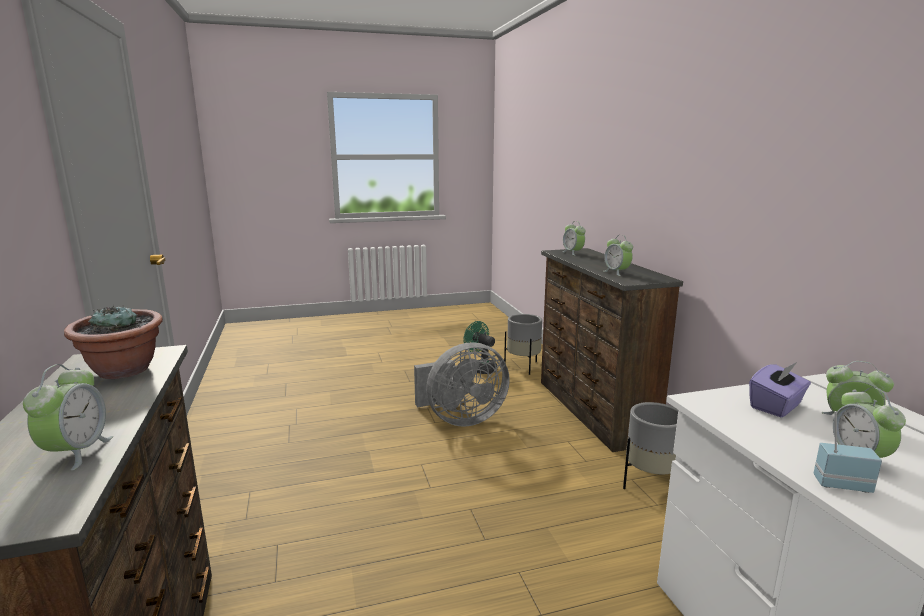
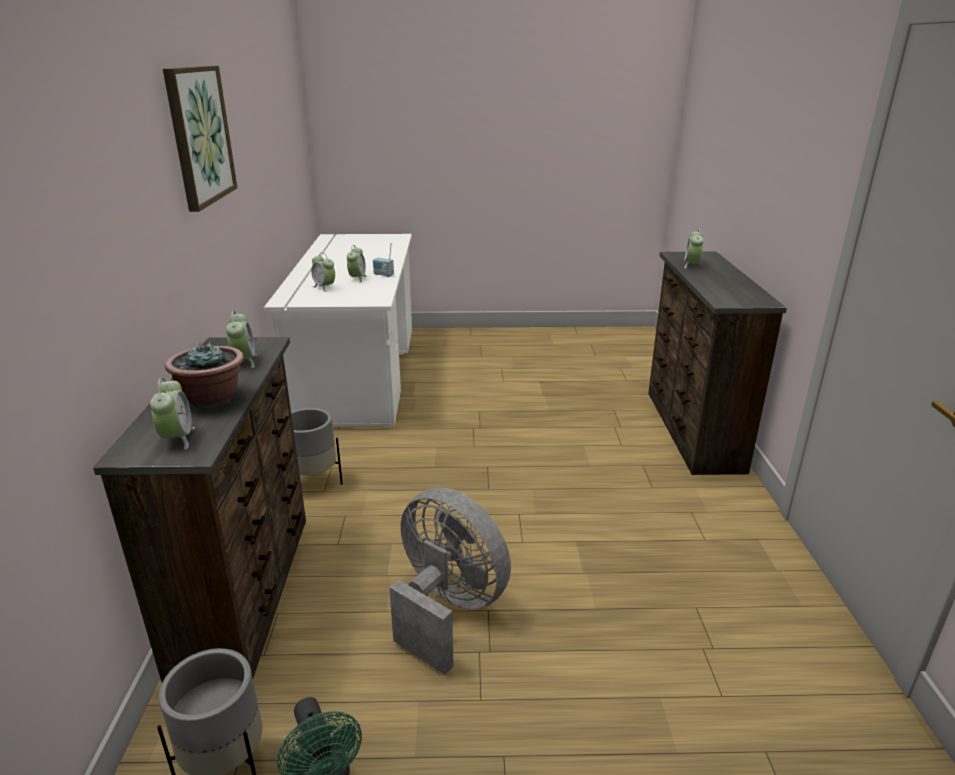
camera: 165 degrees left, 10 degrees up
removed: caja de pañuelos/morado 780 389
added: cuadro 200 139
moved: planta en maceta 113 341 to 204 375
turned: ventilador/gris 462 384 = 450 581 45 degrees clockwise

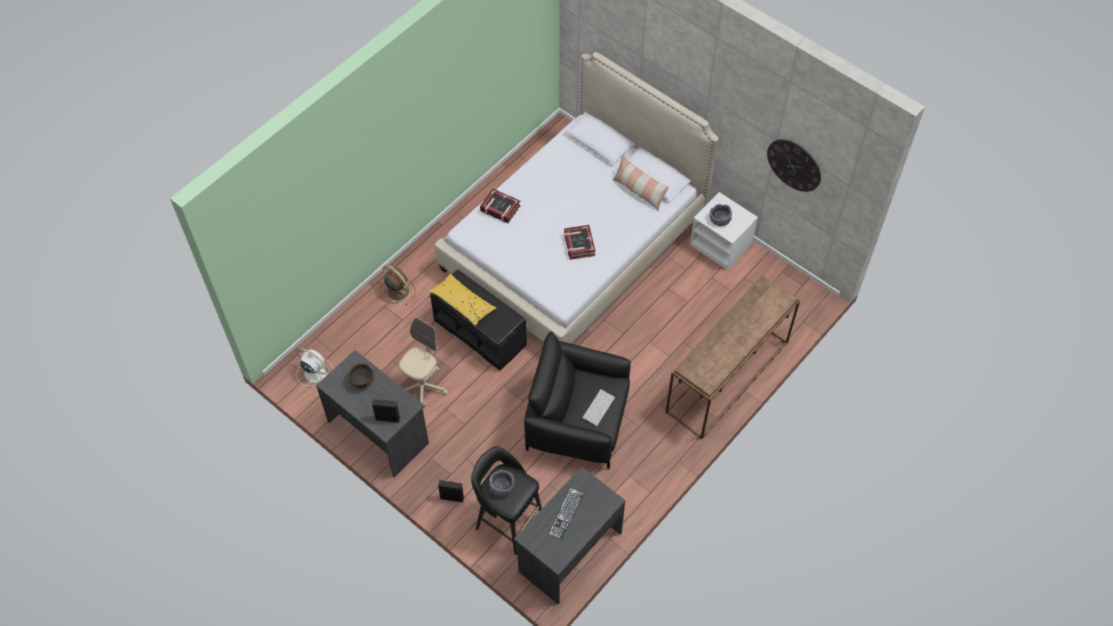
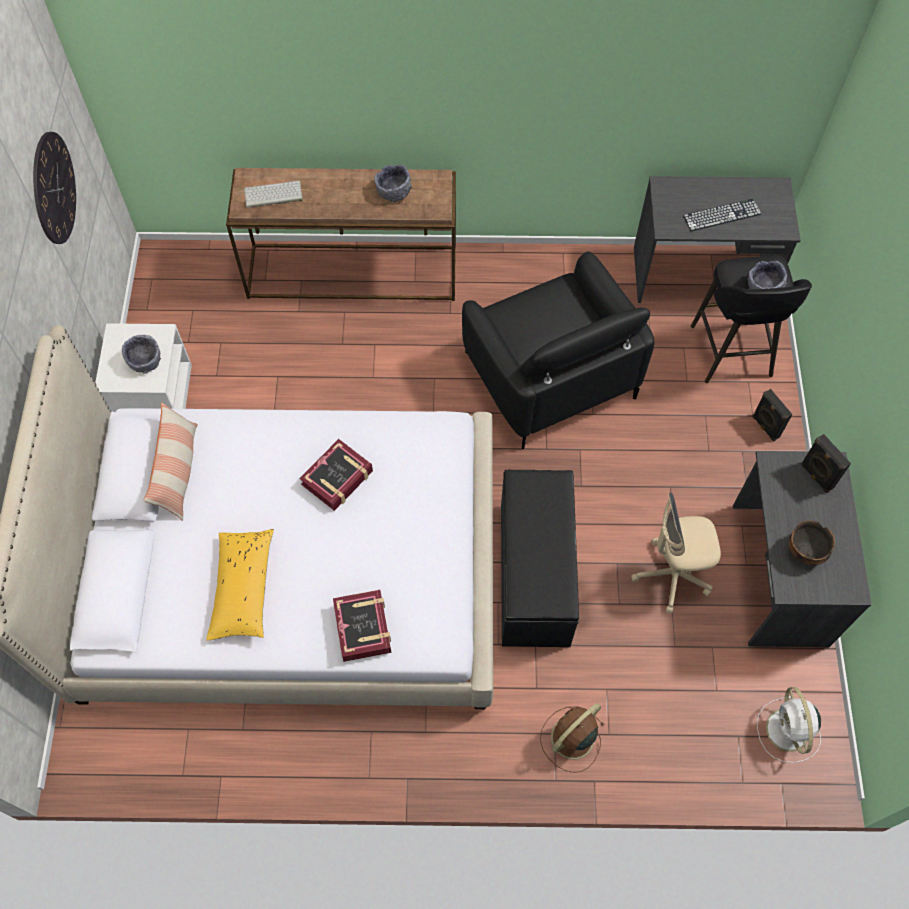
camera: 130 degrees left, 5 degrees up
added: cuenco/gris 393 183
moved: cojín/amarillo 462 299 to 240 585; teclado 598 407 to 273 194
turned: ventilador/marrón 397 285 = 572 738 45 degrees clockwise

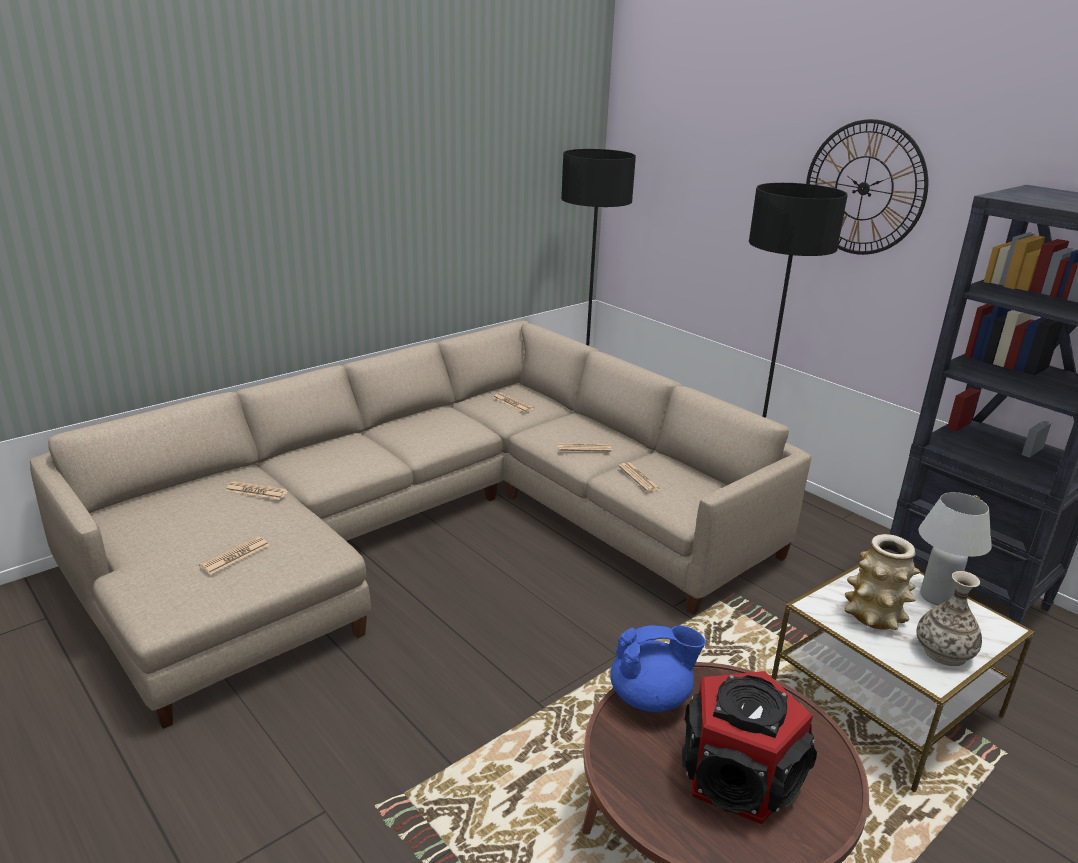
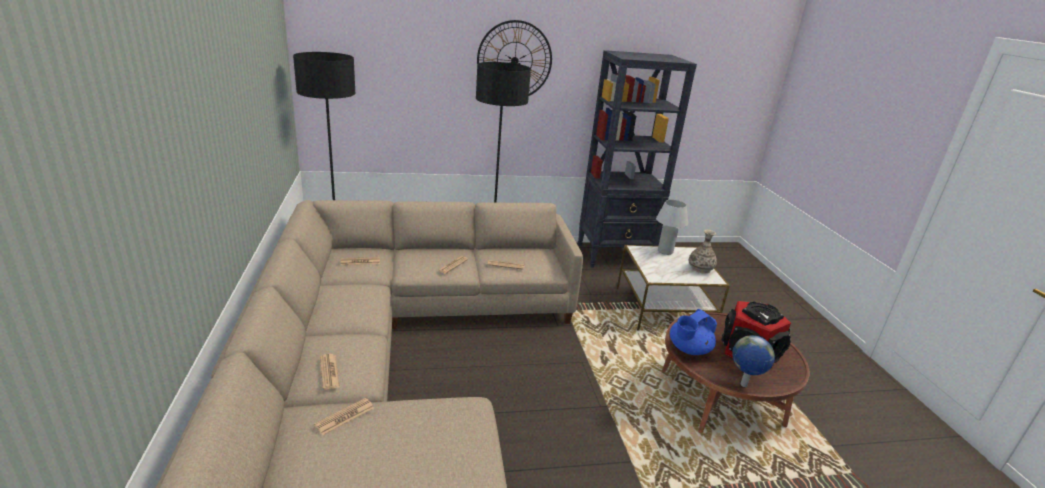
camera: 60 degrees left, 0 degrees up
removed: florero 882 582
added: globo terráqueo 754 361
moved: periódico 234 555 to 330 372
turned: tetera/azul 657 668 = 693 332 150 degrees counterclockwise

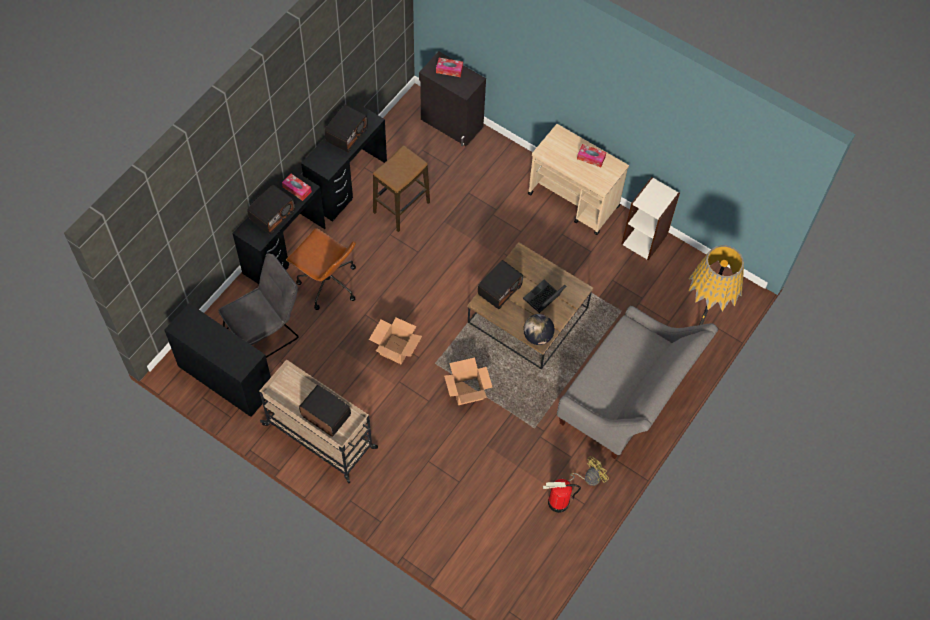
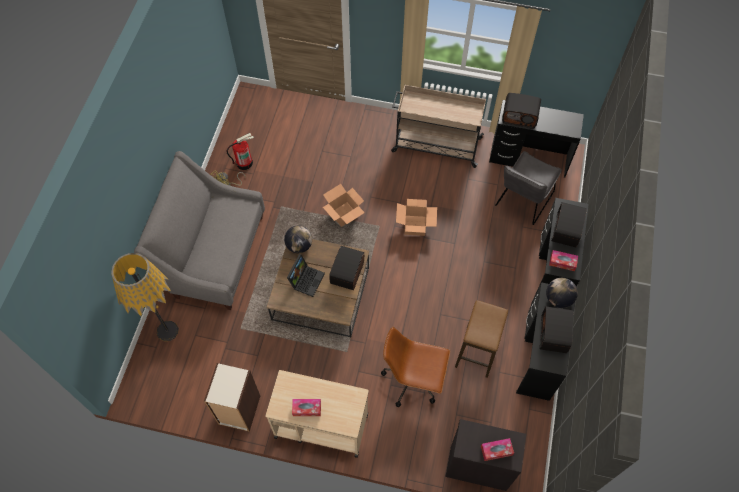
camera: 160 degrees right, 0 degrees up
added: globo terráqueo 562 293
moved: silla de oficina/marrón 321 269 to 415 367; radio 325 411 to 521 111

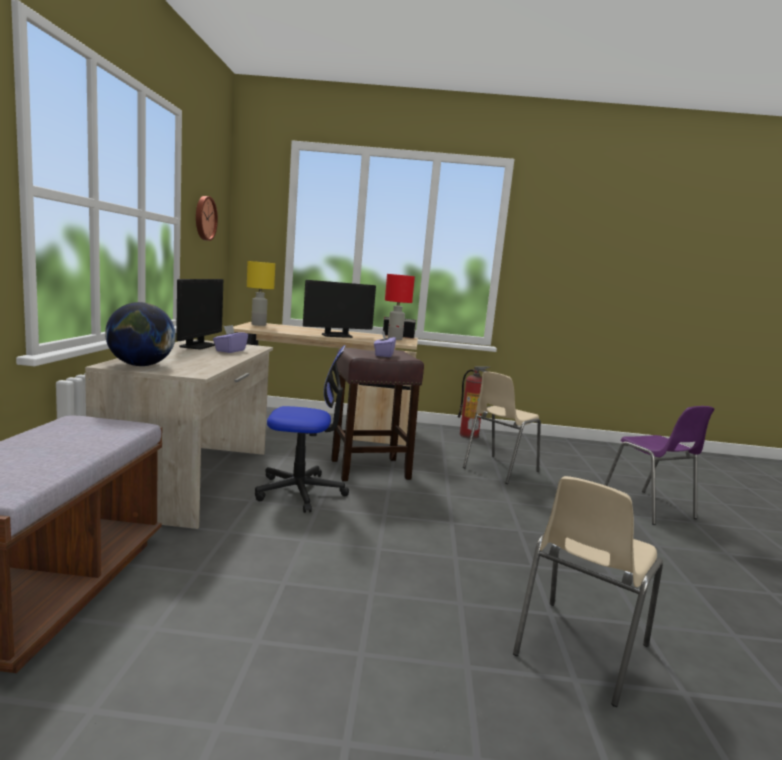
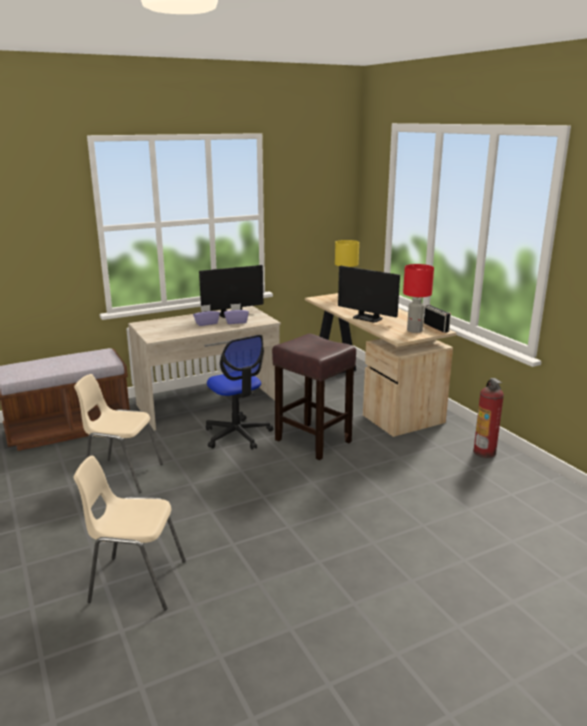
camera: 60 degrees right, 10 degrees up
removed: globo terráqueo 140 334; reloj de pared 207 218; silla/morado 659 465
moved: caja de pañuelos/morado 385 344 to 206 315; silla/beis 502 427 to 118 433

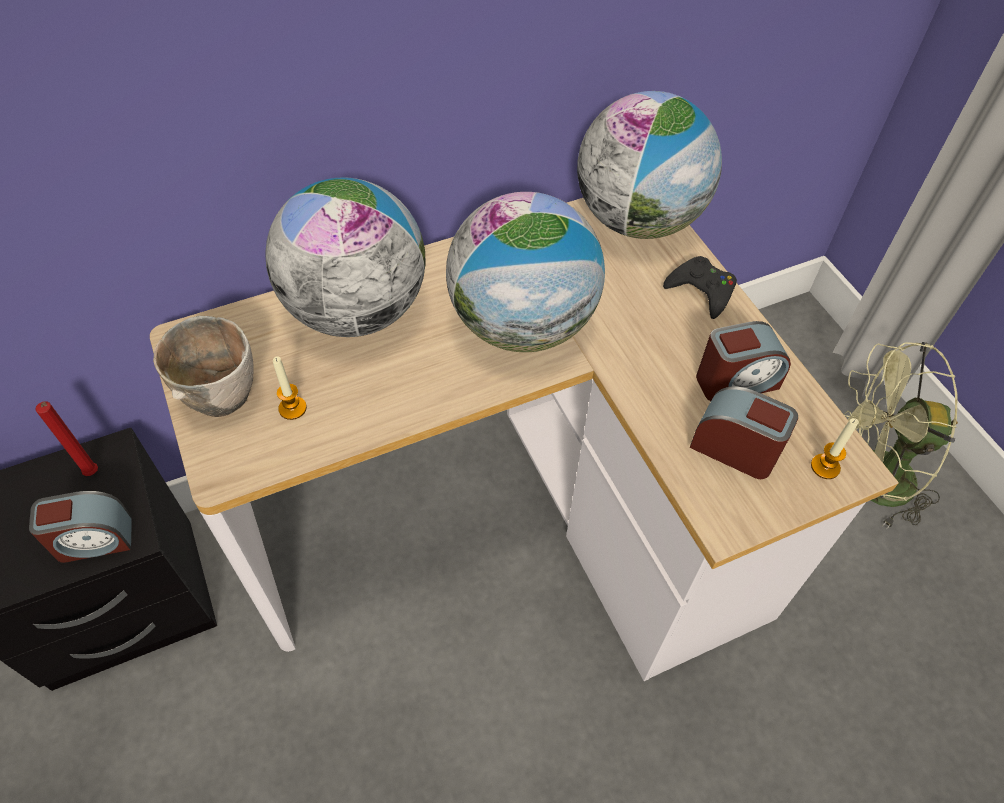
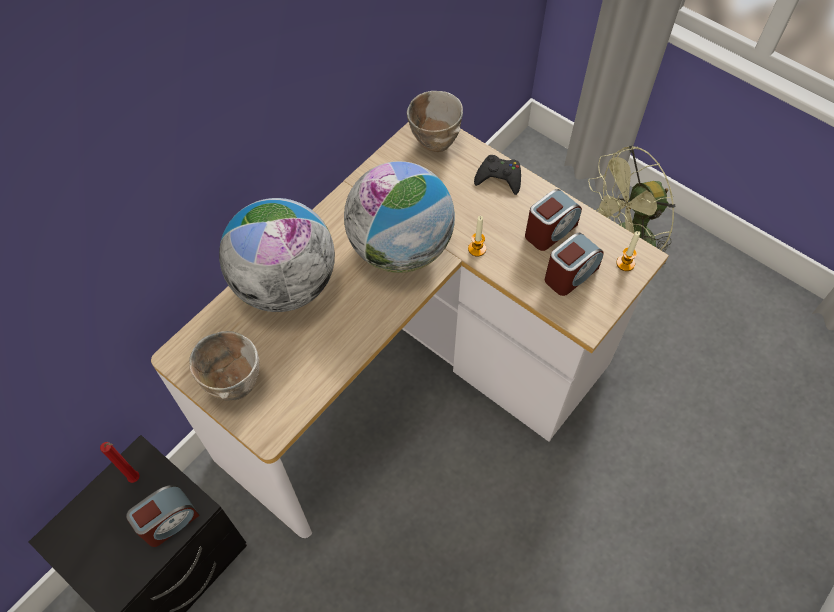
camera: 25 degrees left, 5 degrees up
moved: vela 290 388 to 477 236
replaced: globo terráqueo 649 165 to cuenco 435 121
turned: despertador 744 432 = 574 264 135 degrees clockwise

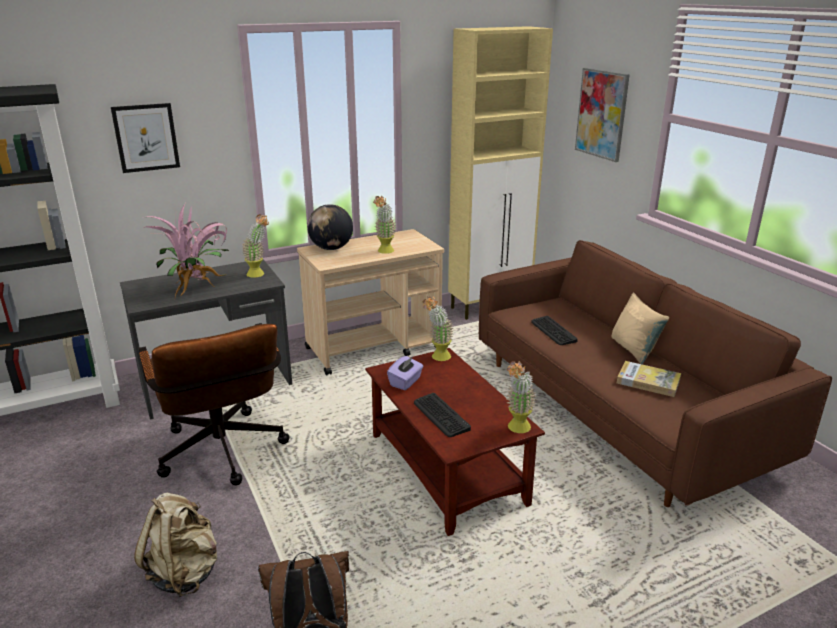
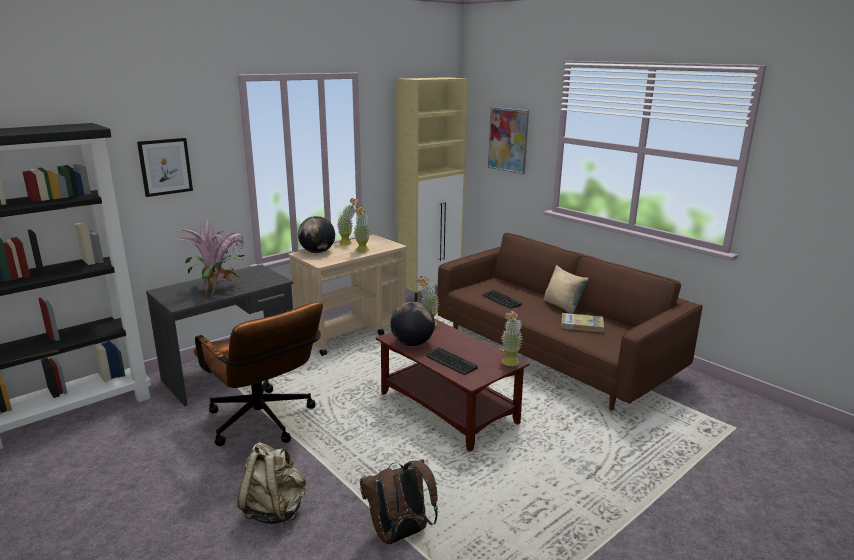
camera: 15 degrees left, 5 degrees down
moved: planta en maceta 255 246 to 348 221
replaced: caja de pañuelos/morado 405 373 to globo terráqueo 412 324

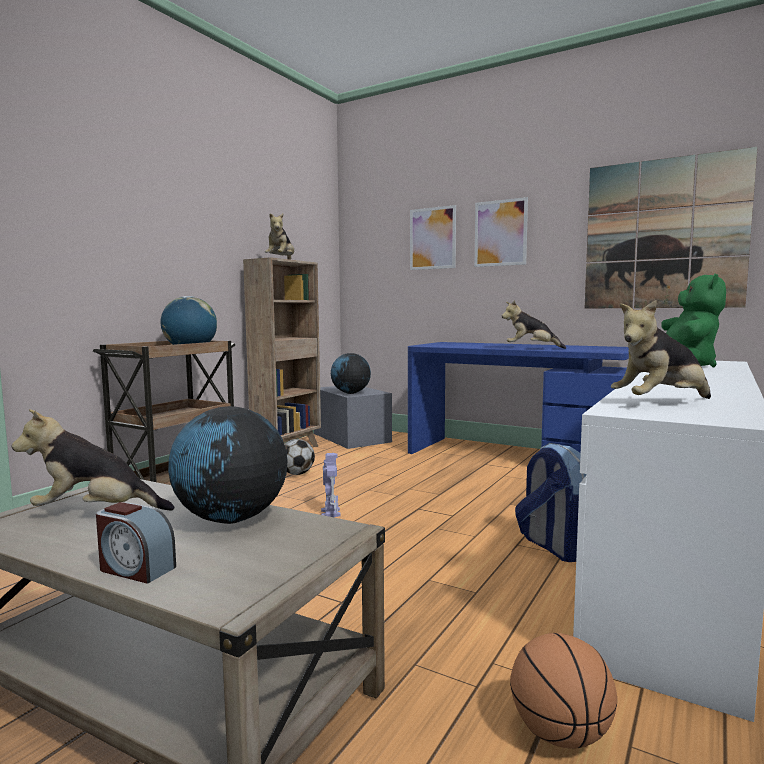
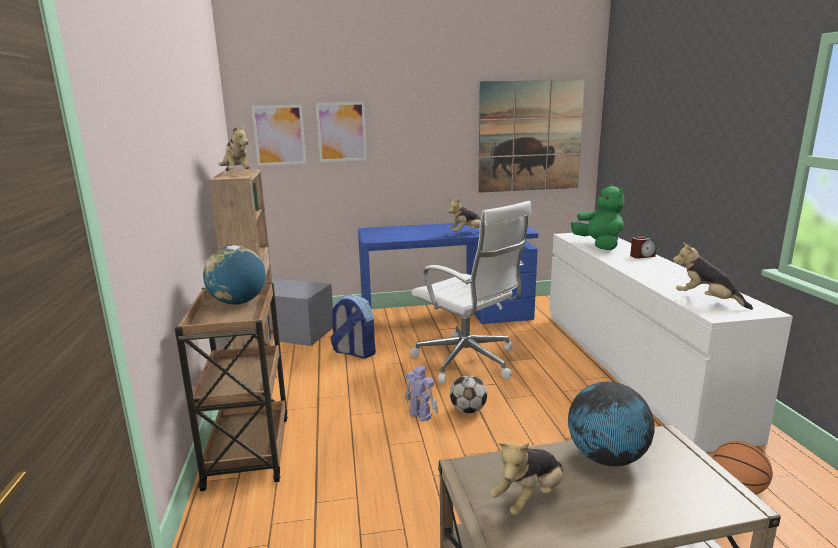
camera: 40 degrees left, 10 degrees up
removed: globo terráqueo 351 373
added: silla de oficina/blanco 471 292
moved: despertador 136 543 to 643 247; balón de fútbol 299 457 to 468 394; cuadro 501 232 to 278 135; mochila 551 502 to 353 327
turned: peluche 661 349 = 713 276 105 degrees clockwise

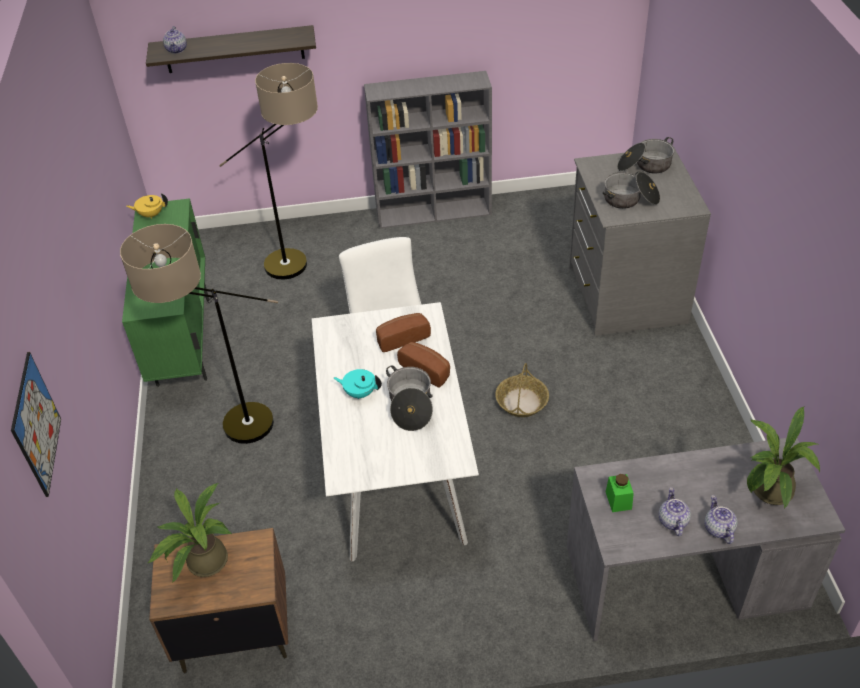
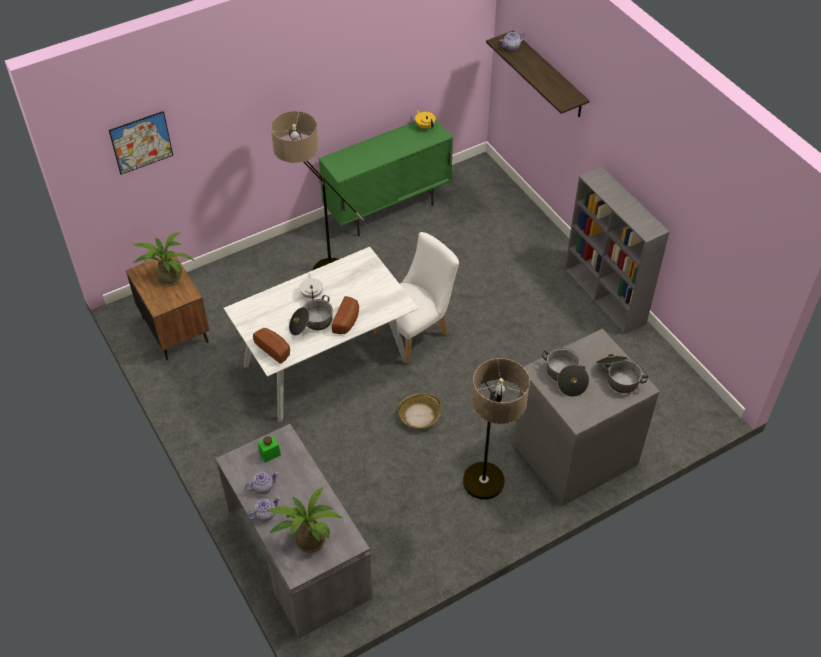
camera: 65 degrees right, 5 degrees up
moved: lámpara de pie 268 171 to 496 429; pan 403 332 to 271 346
recoloured: tetera/turquesa 358 384 to tetera/blanco 311 286

